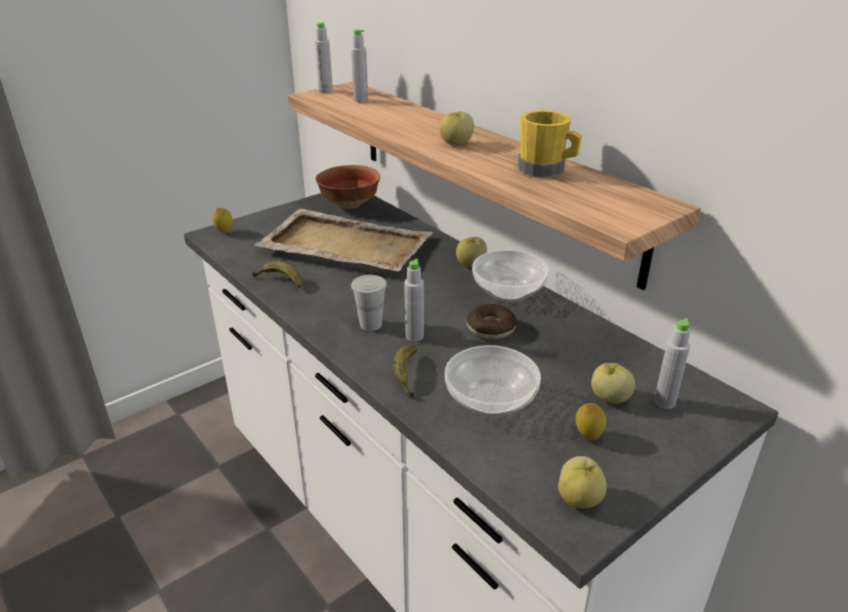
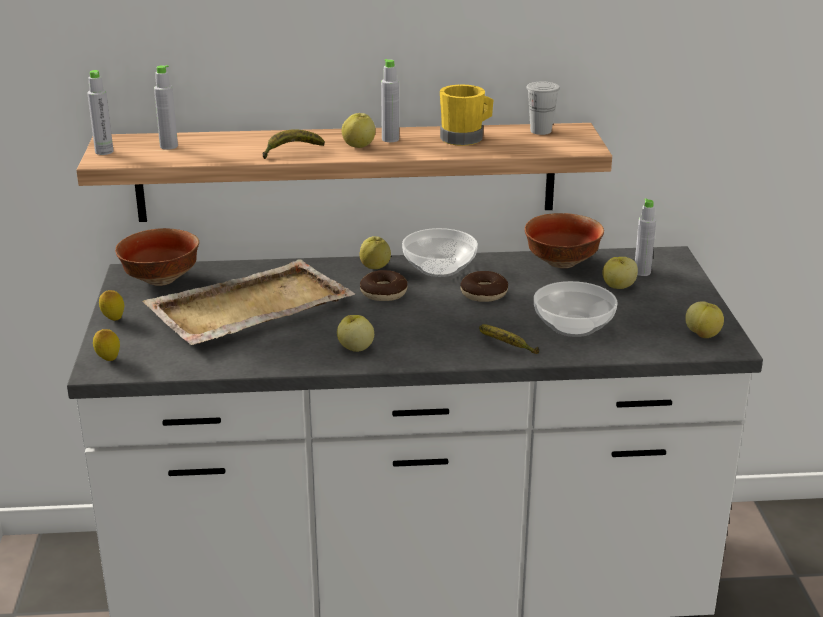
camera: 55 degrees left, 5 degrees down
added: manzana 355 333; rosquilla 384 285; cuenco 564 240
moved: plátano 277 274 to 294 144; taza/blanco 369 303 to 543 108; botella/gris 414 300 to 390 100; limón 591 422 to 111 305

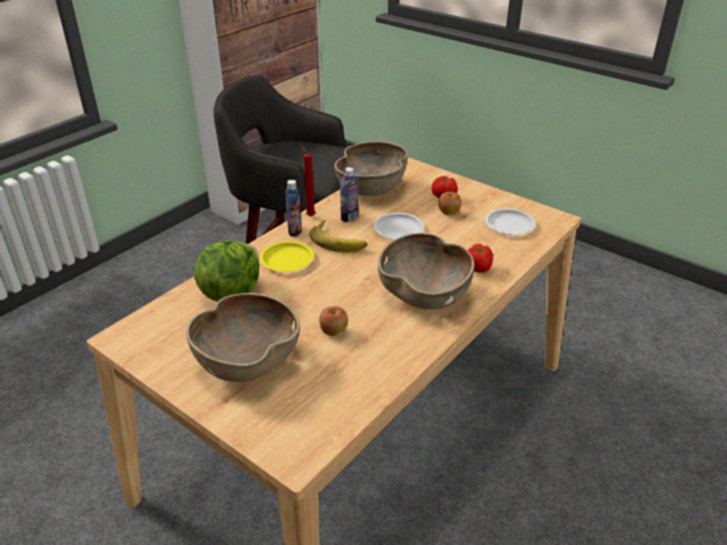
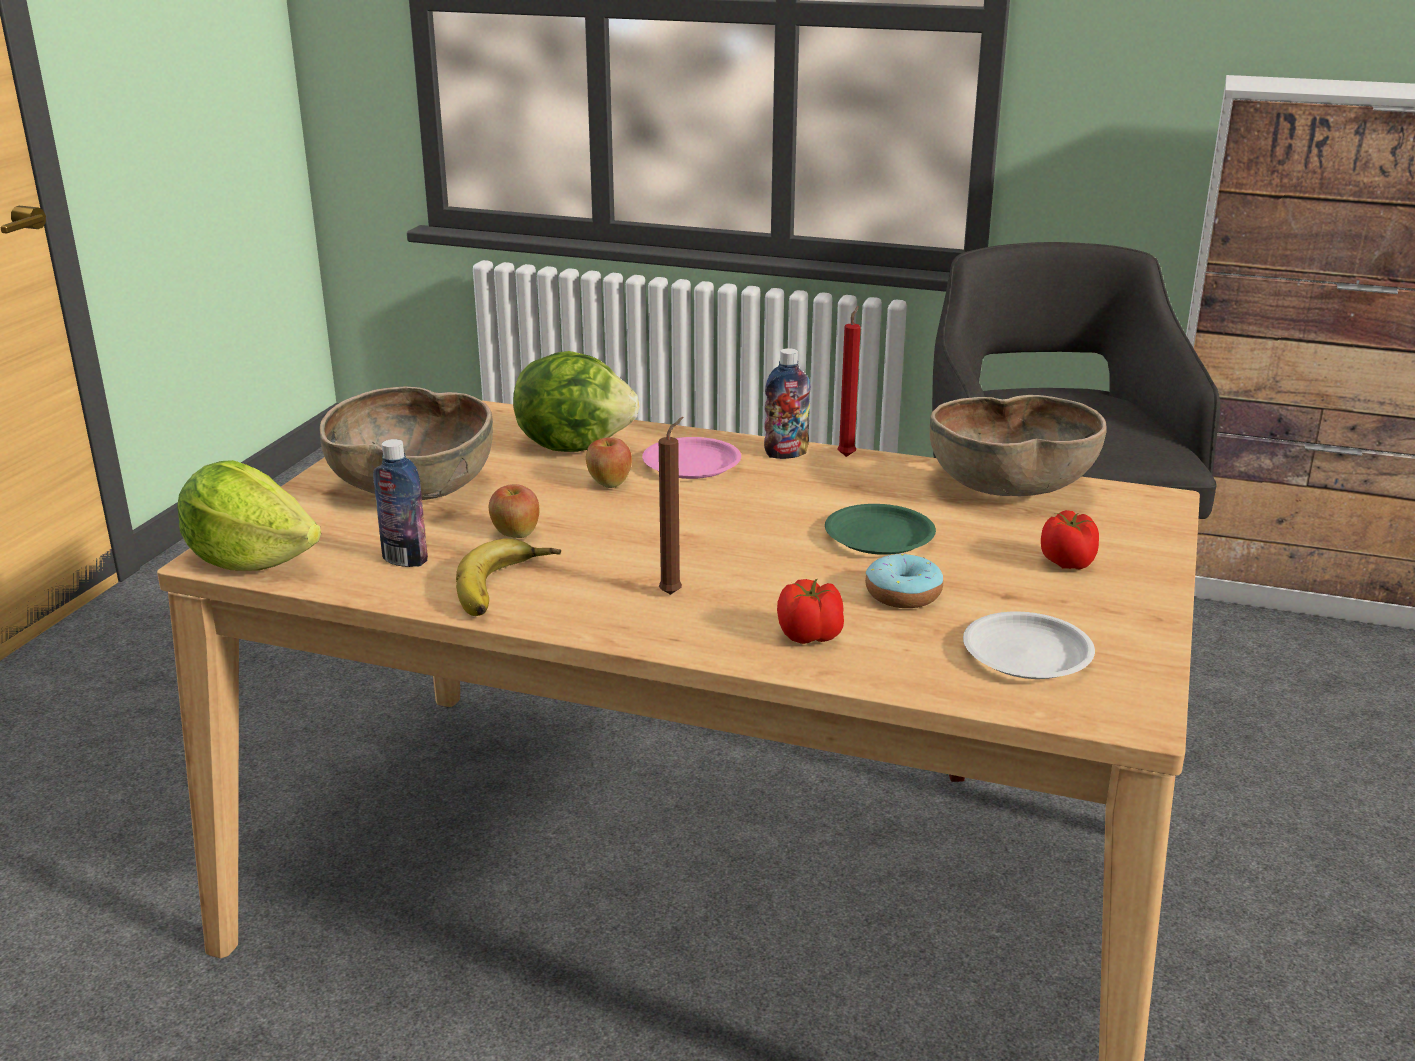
camera: 70 degrees right, 10 degrees down
added: lechuga 249 515; rosquilla 904 580
moved: plátano 338 237 to 508 577; botella 349 194 to 400 503; manzana 450 203 to 609 462
replaced: cuenco/marrón 426 271 to vela/marrón 671 506
recoloured: plato/amarillo 287 256 to plato/rosa 691 458; plato/blanco 399 226 to plato/verde 880 529

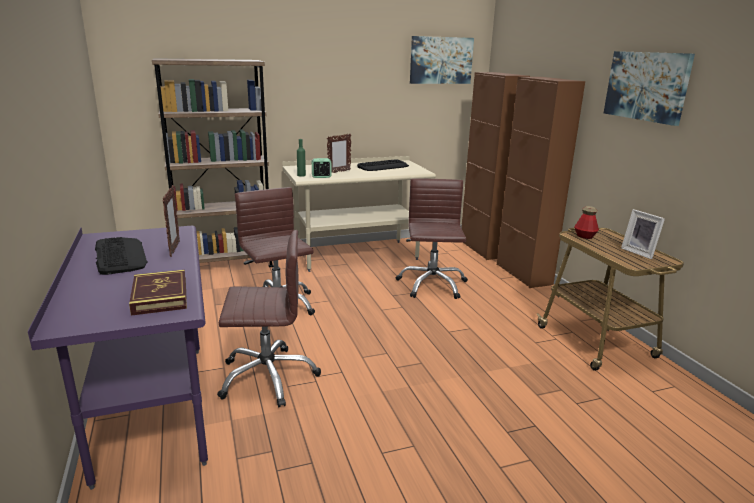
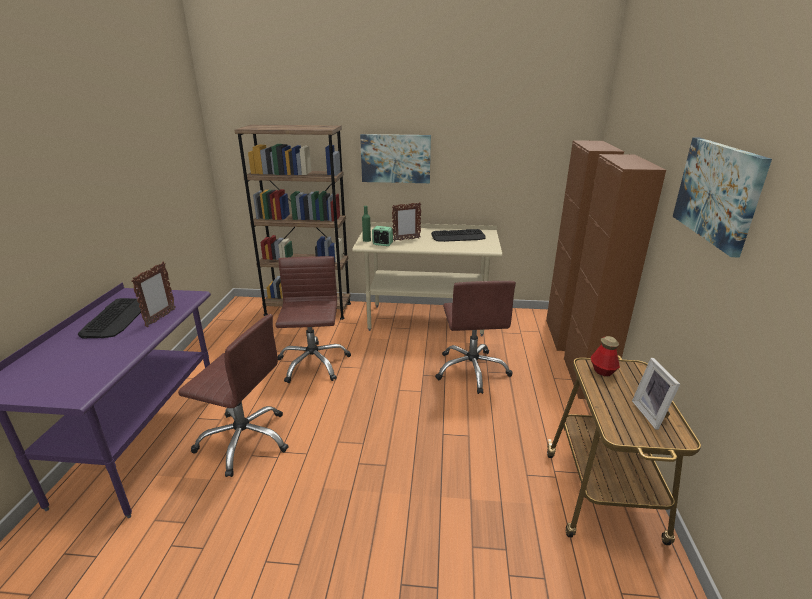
camera: 25 degrees right, 5 degrees up
removed: libro 158 293
moved: cuadro 442 60 to 395 158
turned: silla de oficina/marrón 432 239 = 475 337 150 degrees clockwise

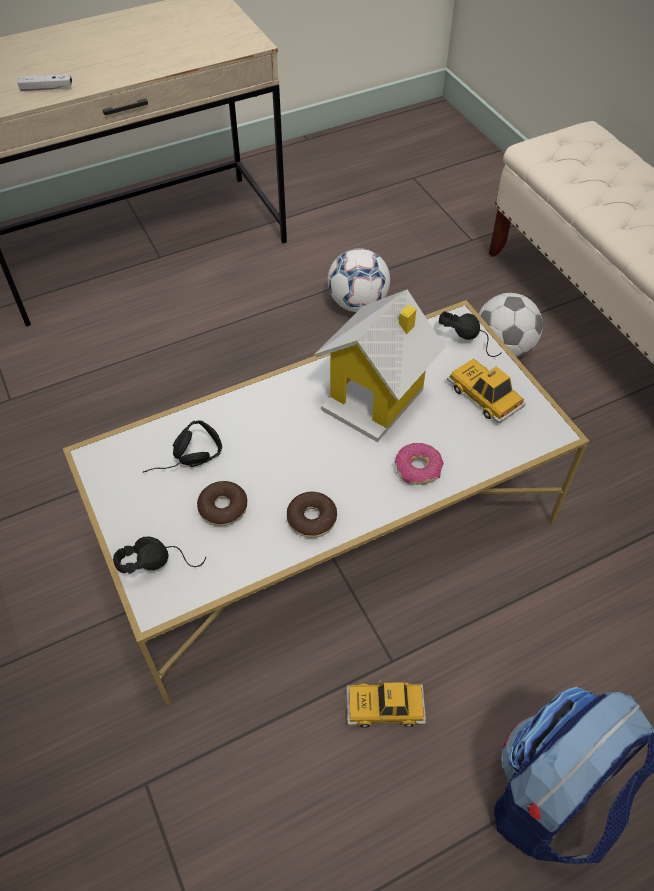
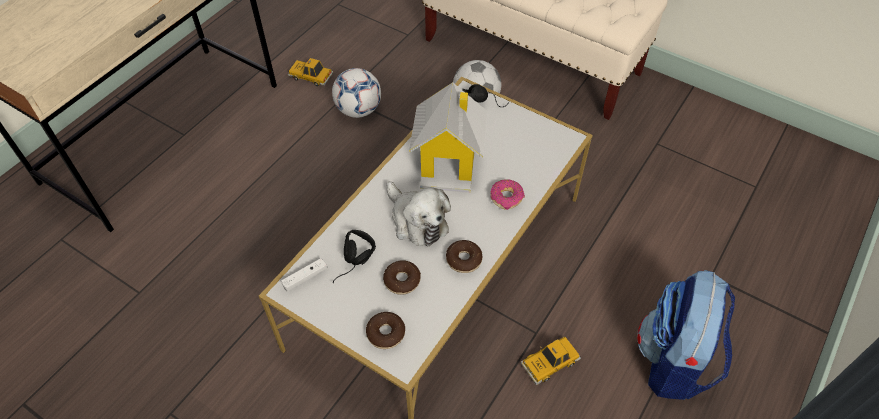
camera: 30 degrees left, 0 degrees up
added: peluche 419 214
moved: mando de consola/blanco 44 82 to 304 274; coche de juguete 486 391 to 310 72
replaced: auriculares/negro 159 555 to rosquilla 385 330

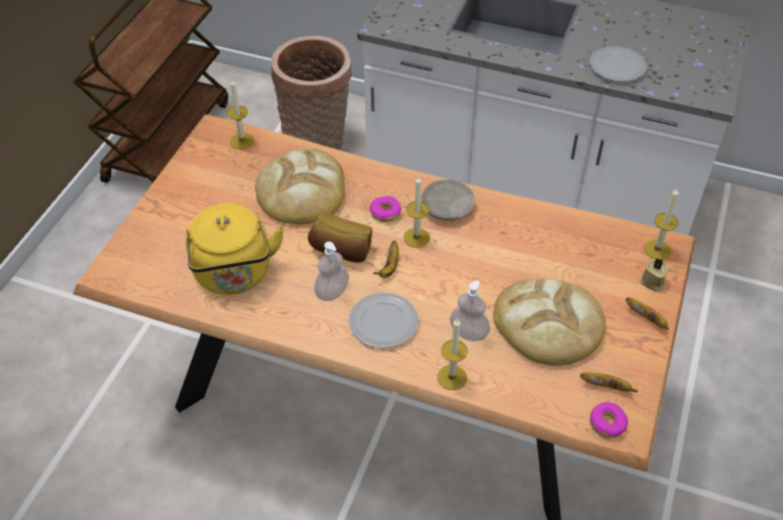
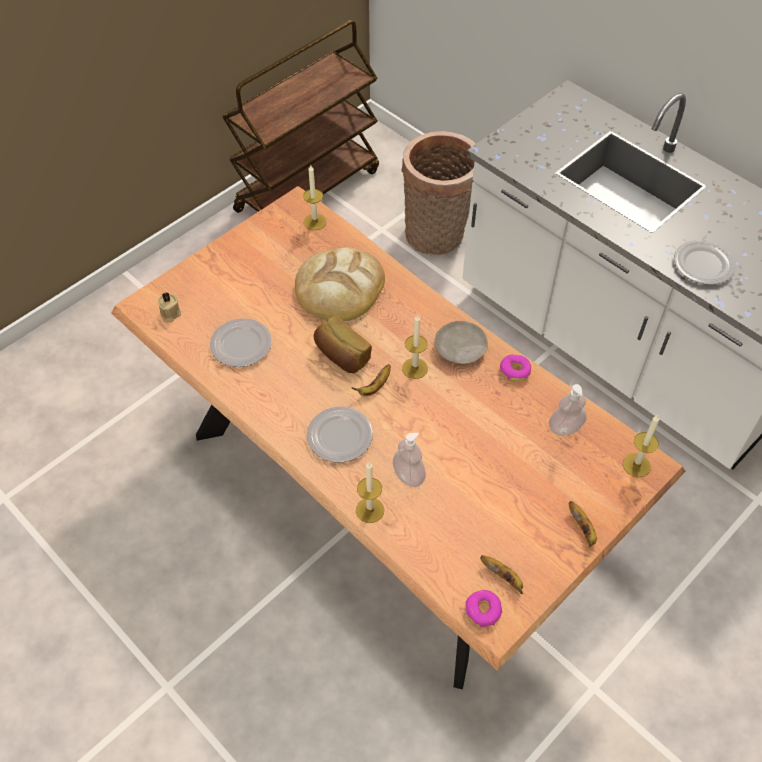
camera: 25 degrees right, 5 degrees up
removed: pan 549 322
moved: dispensador de jabón 331 271 to 568 410; rosquilla 385 209 to 515 368; vela/beis 654 275 to 169 307
replaced: hervidor/amarillo 235 249 to plato 241 342

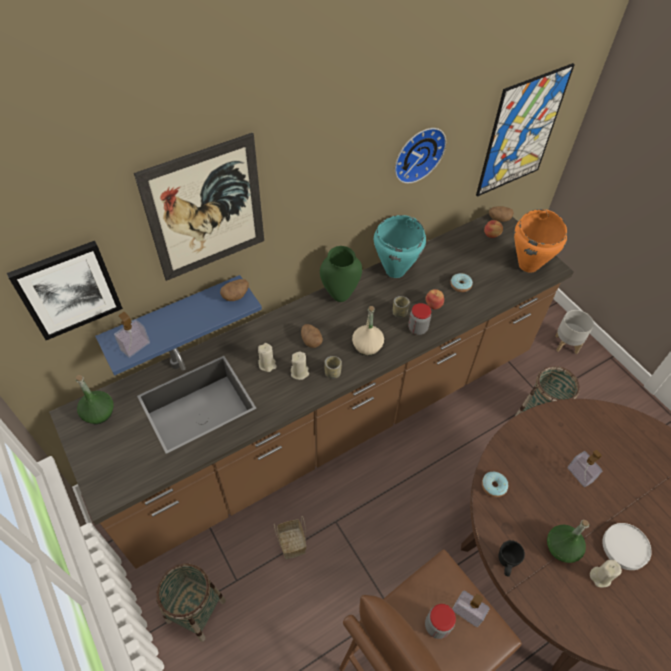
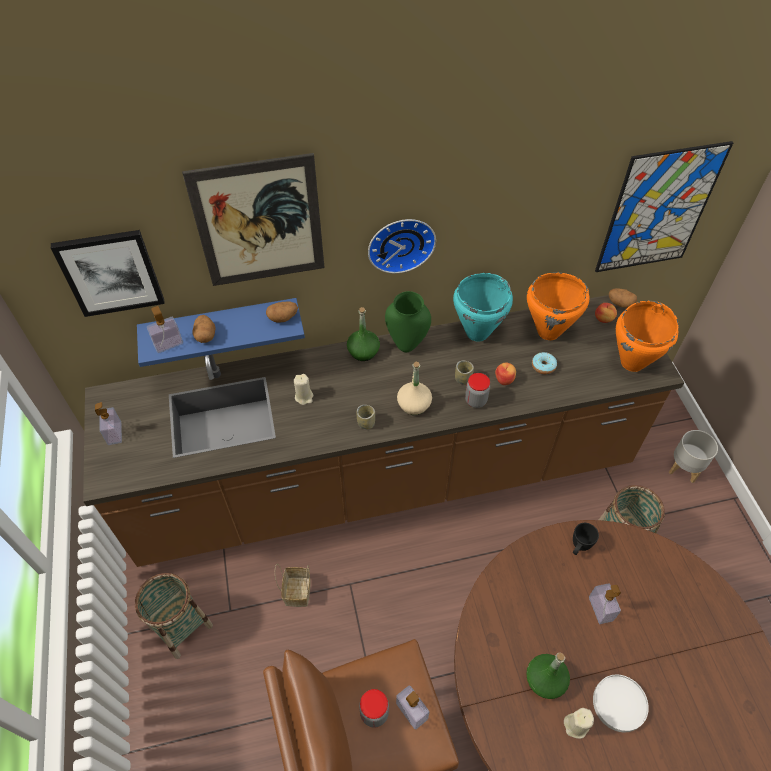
camera: 20 degrees right, 0 degrees up
removed: vela/beis 300 366; rosquilla 495 484
added: dispensador de jabón 108 423; olla/naranja 558 306
moved: botella/verde 95 399 to 363 334; patata 312 336 to 204 329; reloj de pared 420 156 to 402 246; taza grande/negro 511 558 to 586 539

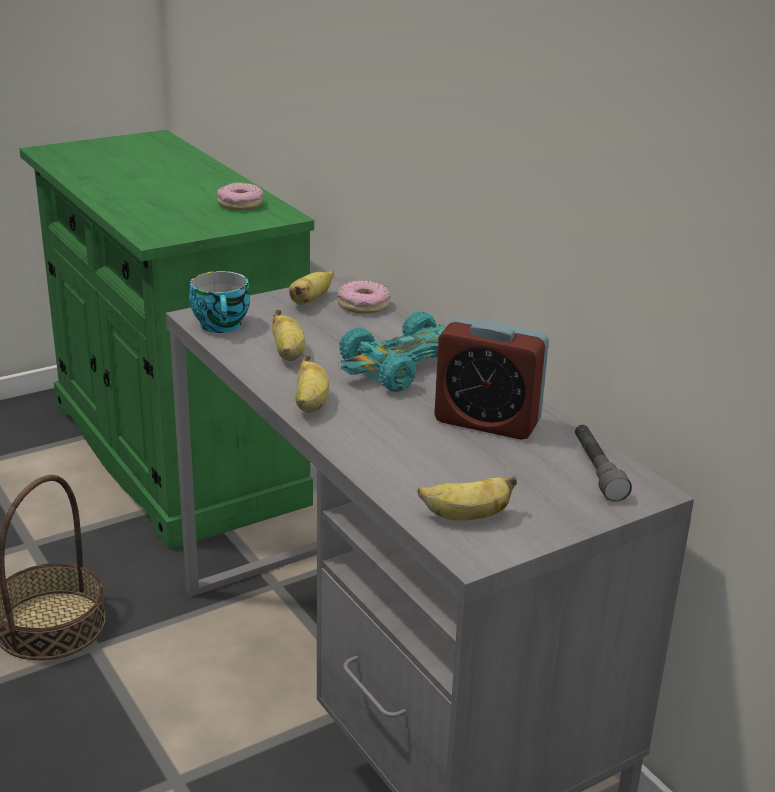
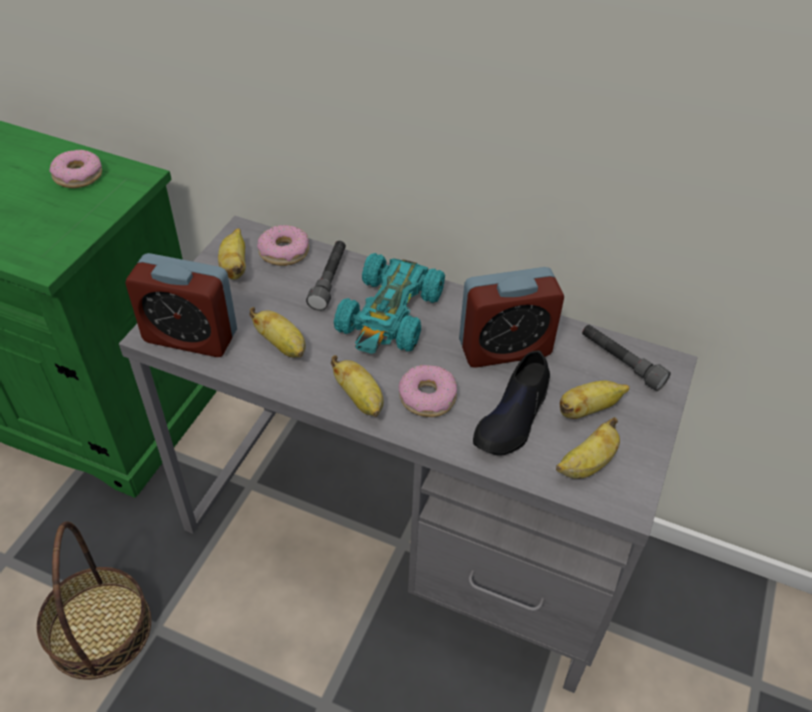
camera: 35 degrees left, 20 degrees up
added: linterna/gris 326 276; rosquilla 428 391; zapato/negro 511 403; plátano 595 400
replaced: taza 219 302 to despertador 181 305

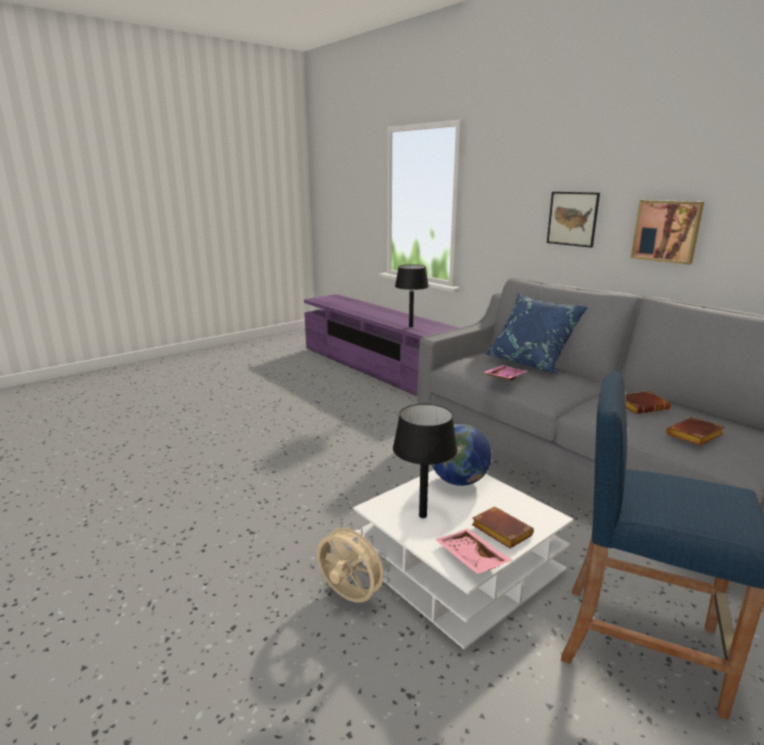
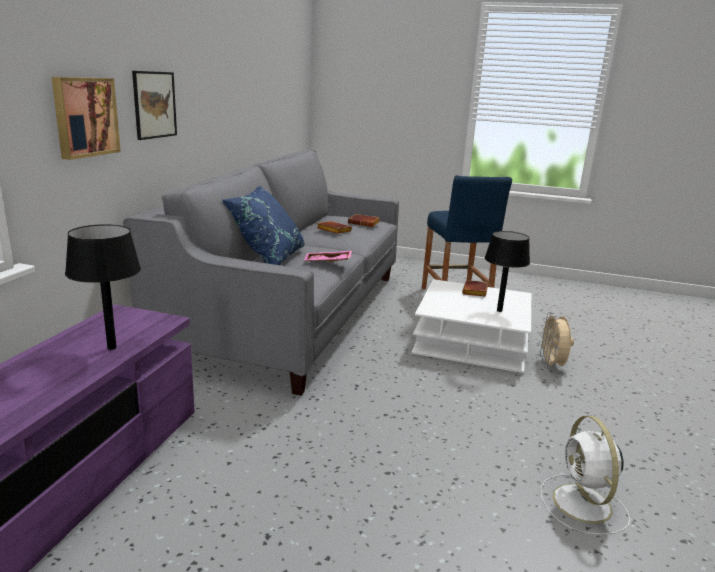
camera: 125 degrees left, 0 degrees up
removed: globo terráqueo 462 455; bandeja/rosa 474 551
added: ventilador/blanco 585 475
moved: cuadro 667 232 to 86 118

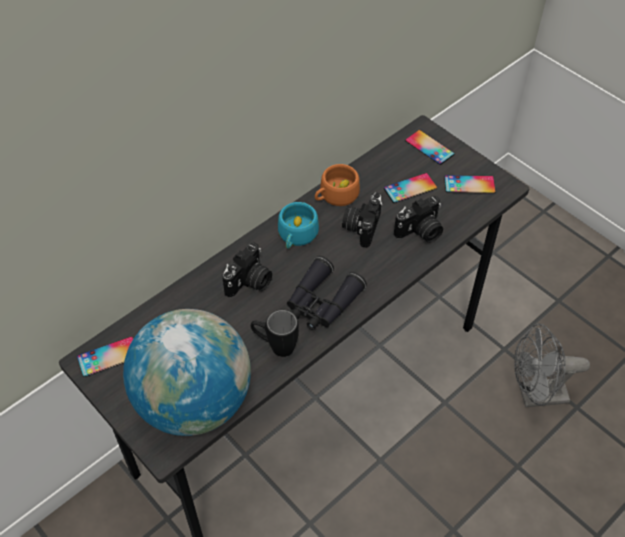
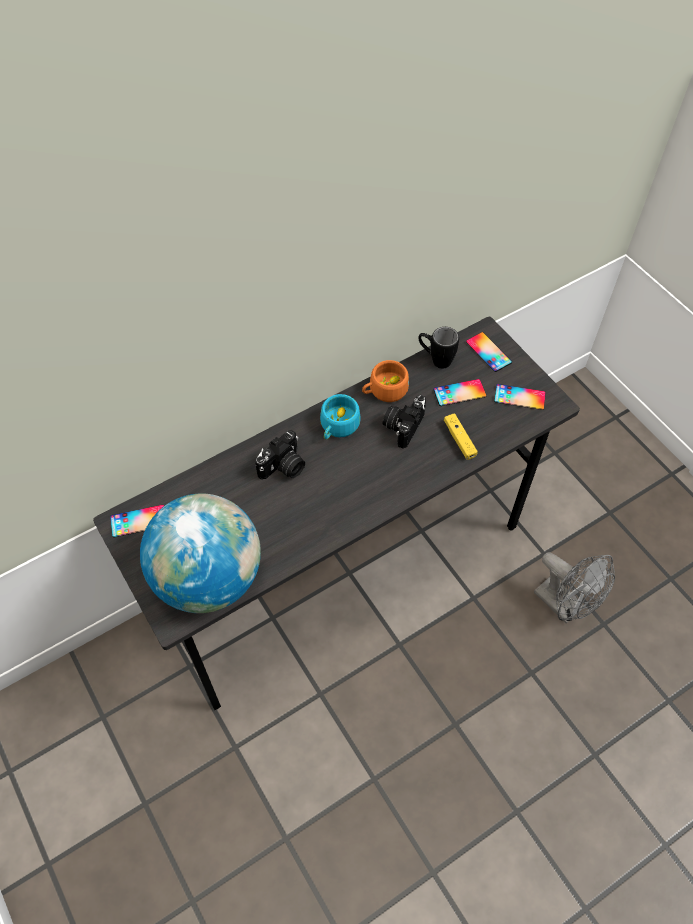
camera: 10 degrees right, 5 degrees up
removed: prismáticos/negro 327 293
moved: taza grande/negro 275 333 to 438 348
replaced: cámara 418 219 to mando de consola/amarillo 461 436
turned: ventilador/gris 552 365 = 574 587 135 degrees counterclockwise

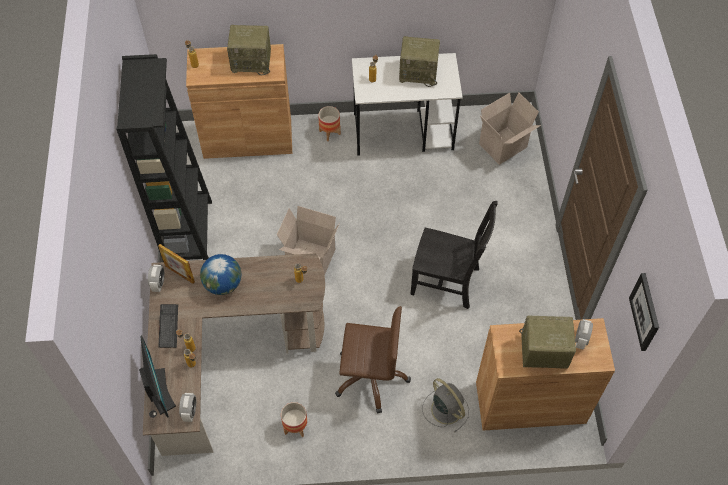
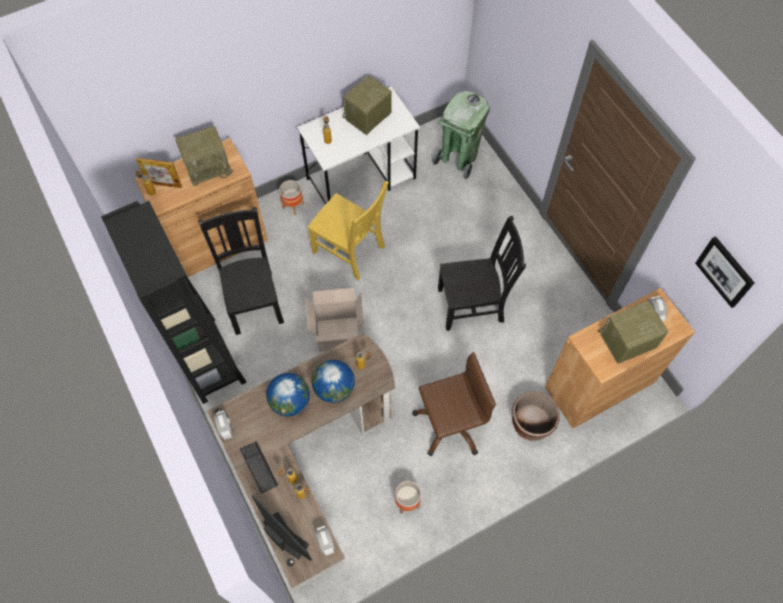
camera: 25 degrees left, 5 degrees up
added: silla/negro 241 271; silla/amarillo 348 230; globo terráqueo 333 381
moved: portarretratos 176 264 to 159 173
replaced: ventilador/gris 445 405 to maceta/marrón 536 416; caja de cartón 510 128 to papelera/verde 461 135
turned: radio 419 61 = 367 105 150 degrees clockwise

